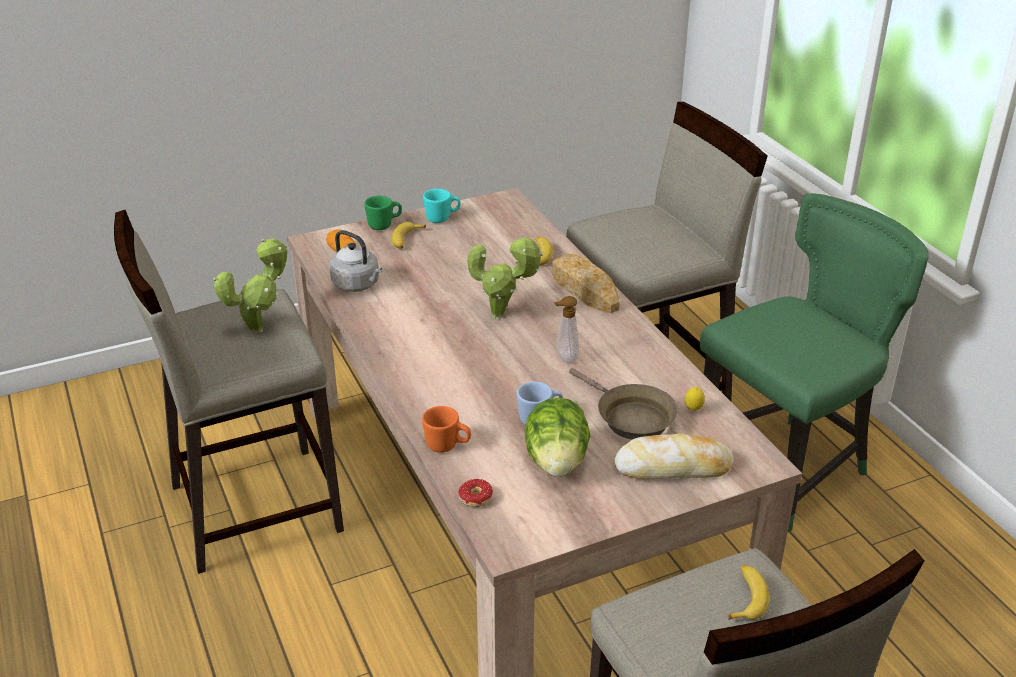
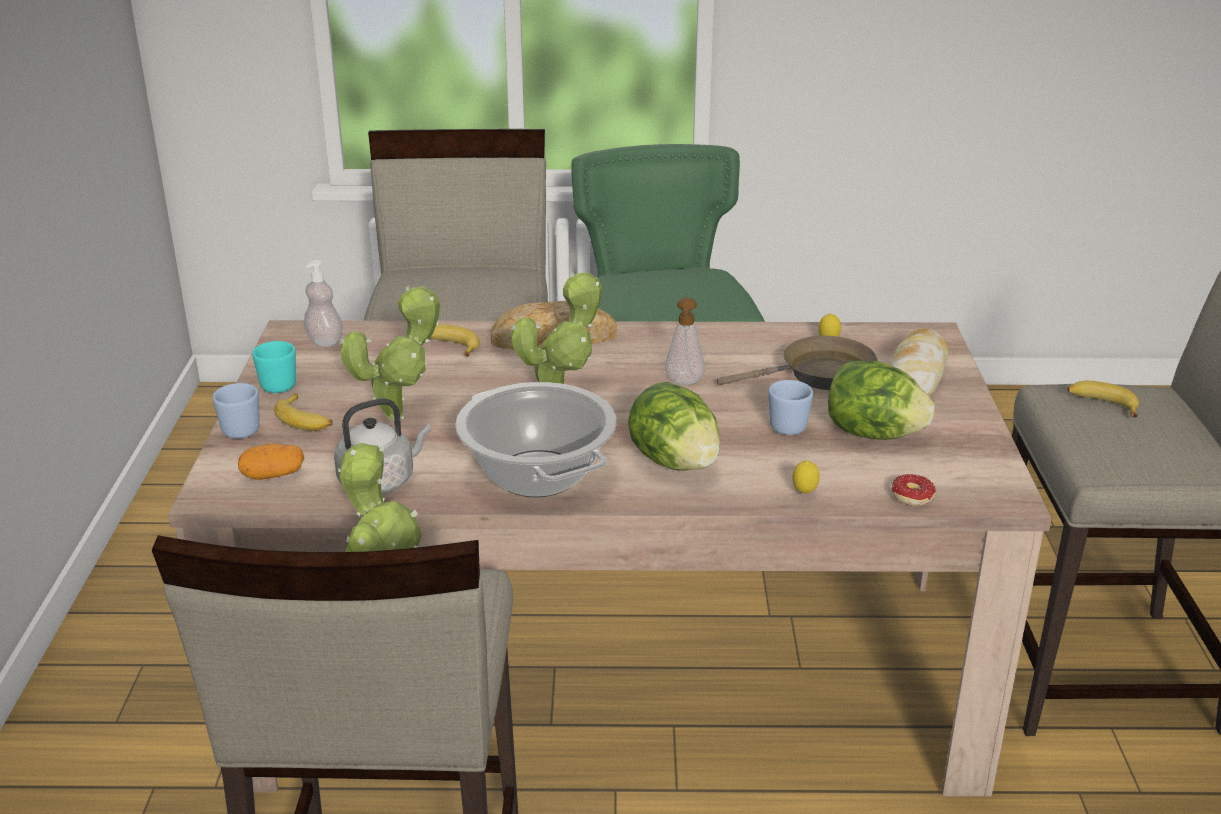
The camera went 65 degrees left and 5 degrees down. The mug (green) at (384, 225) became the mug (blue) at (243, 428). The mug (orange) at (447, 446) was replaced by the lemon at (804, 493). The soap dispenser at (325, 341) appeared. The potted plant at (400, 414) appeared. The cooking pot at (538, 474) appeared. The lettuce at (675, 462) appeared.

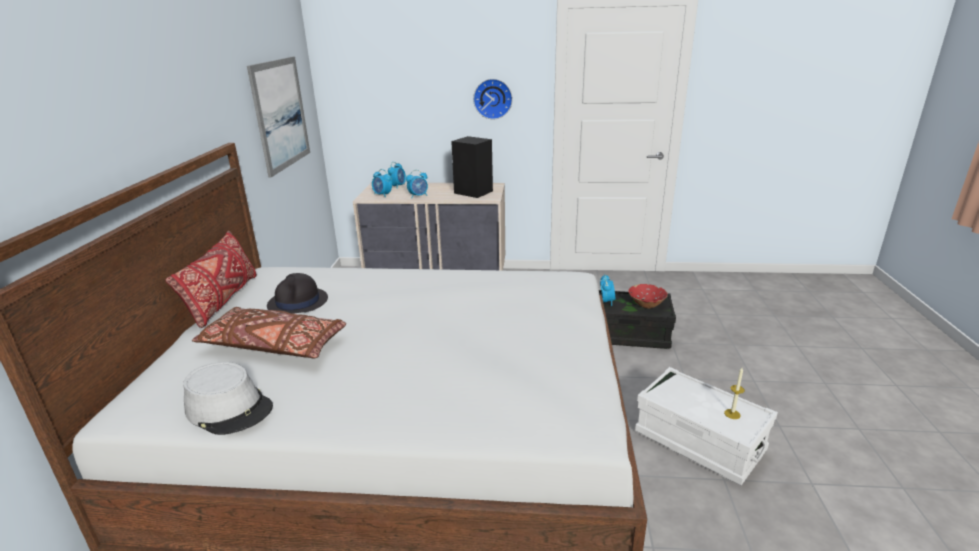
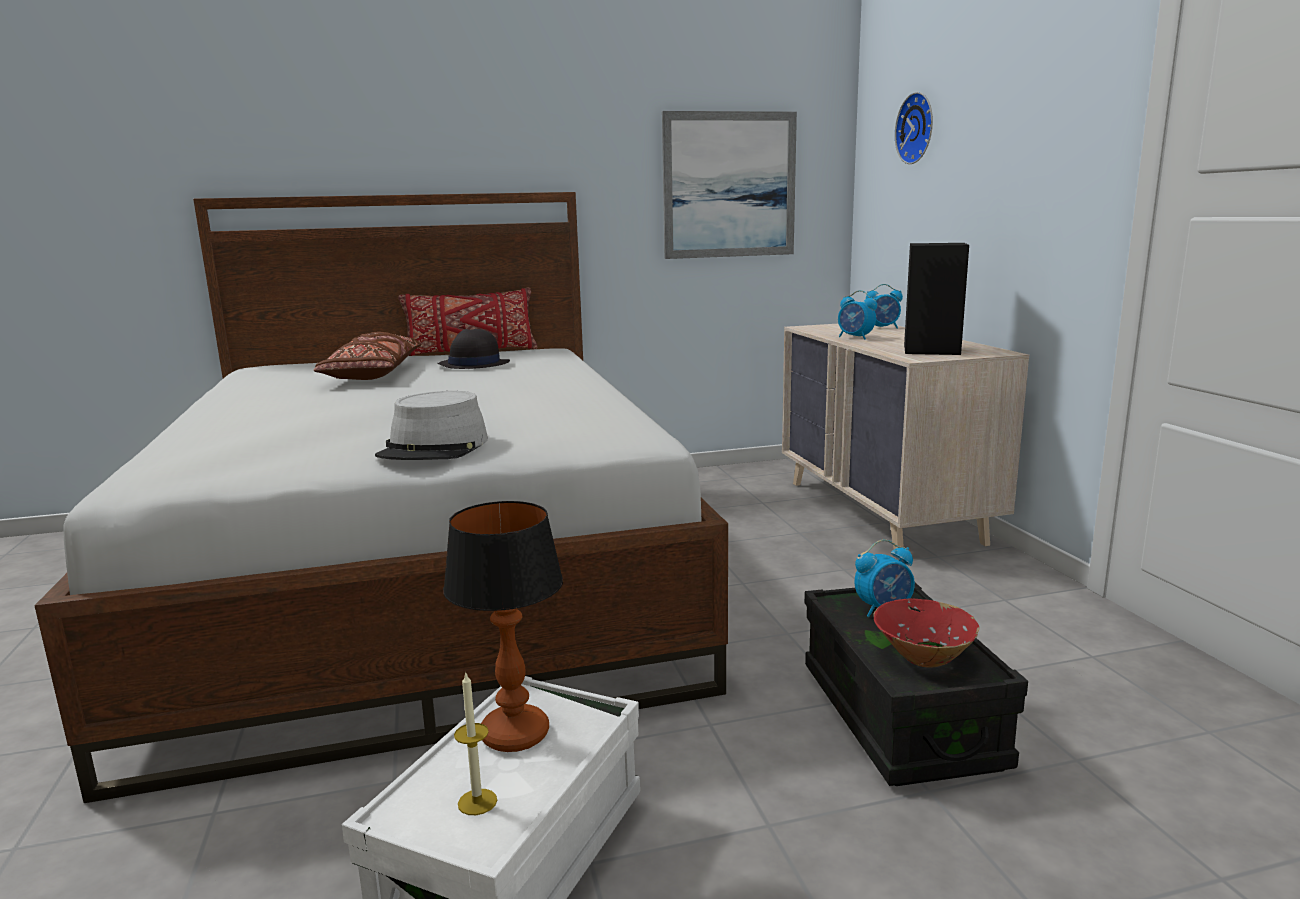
The camera went 70 degrees right and 10 degrees down. The hat (grey) moved from (229, 408) to (434, 448). The alarm clock at (382, 195) disappeared. The wall clock moved from (493, 98) to (918, 128). The table lamp at (516, 734) appeared.

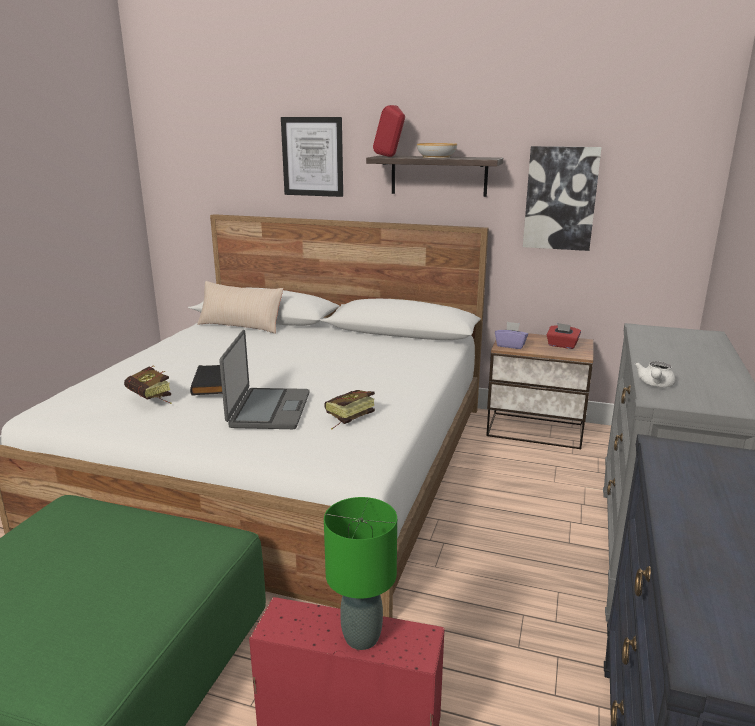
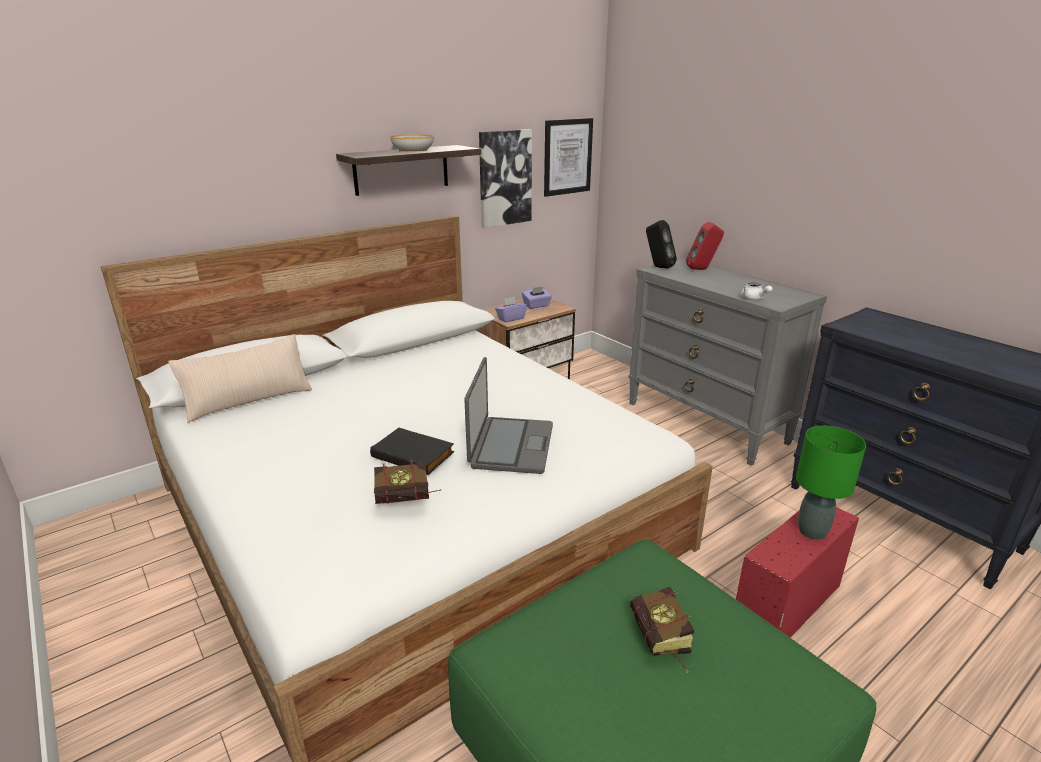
The camera went 55 degrees left and 5 degrees up. The laptop at (268, 410) turned 60 degrees clockwise. The picture moved from (312, 157) to (567, 157). The book moved from (346, 418) to (662, 643). The speaker (red) moved from (390, 156) to (702, 269). The tissue box (red) at (562, 345) became the tissue box (purple) at (536, 306). The speaker (black) at (658, 267) appeared.

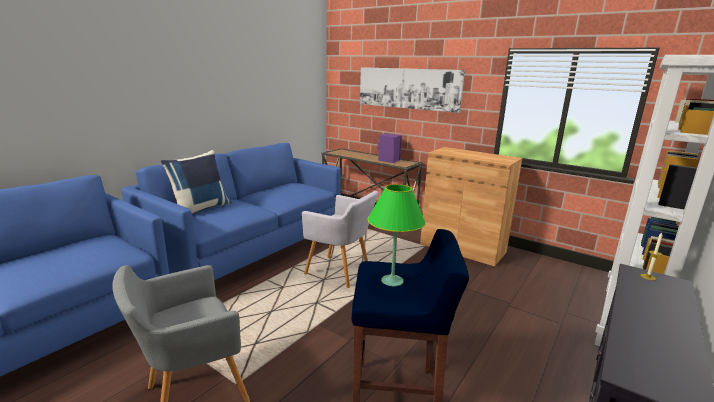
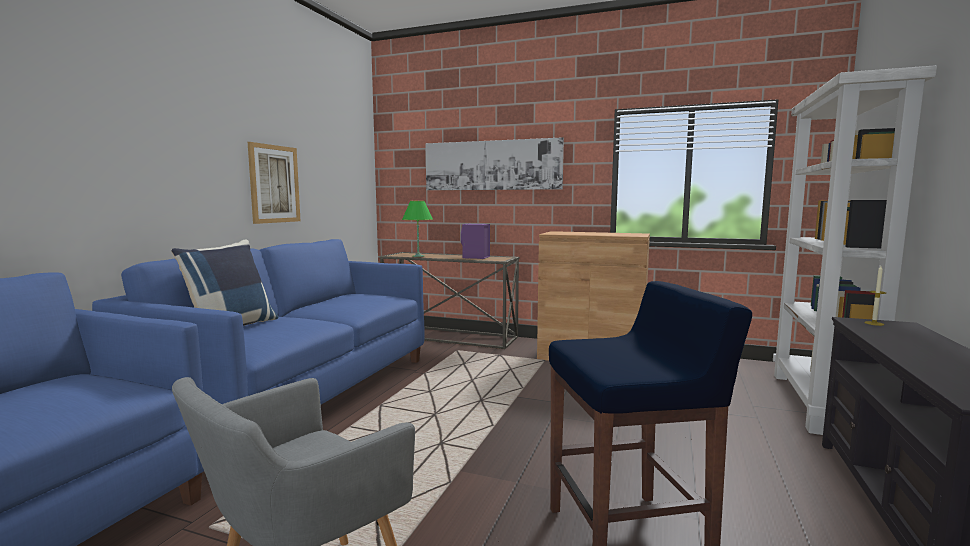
The camera went 15 degrees left and 10 degrees down. The armchair (grey) at (340, 273) disappeared. The table lamp (green) moved from (392, 281) to (418, 256). The picture at (274, 184) appeared.

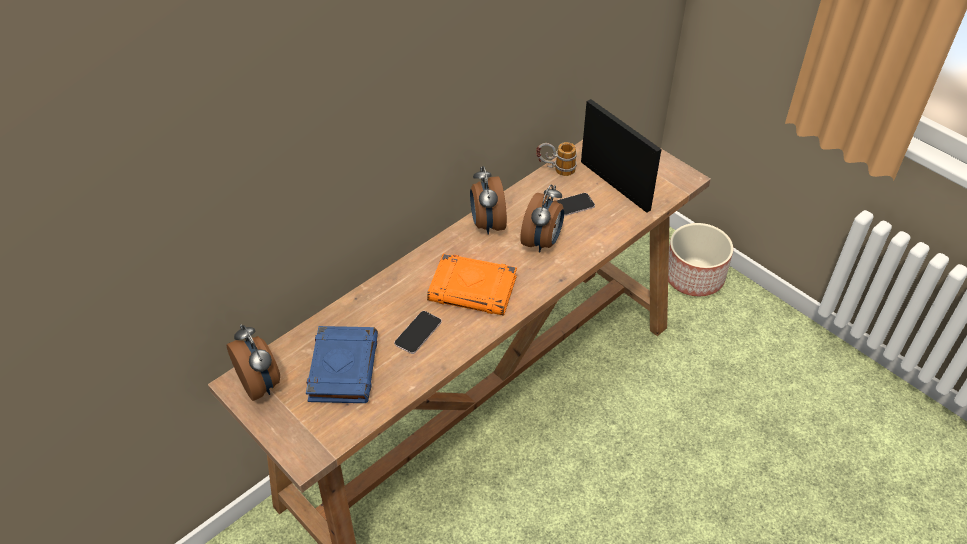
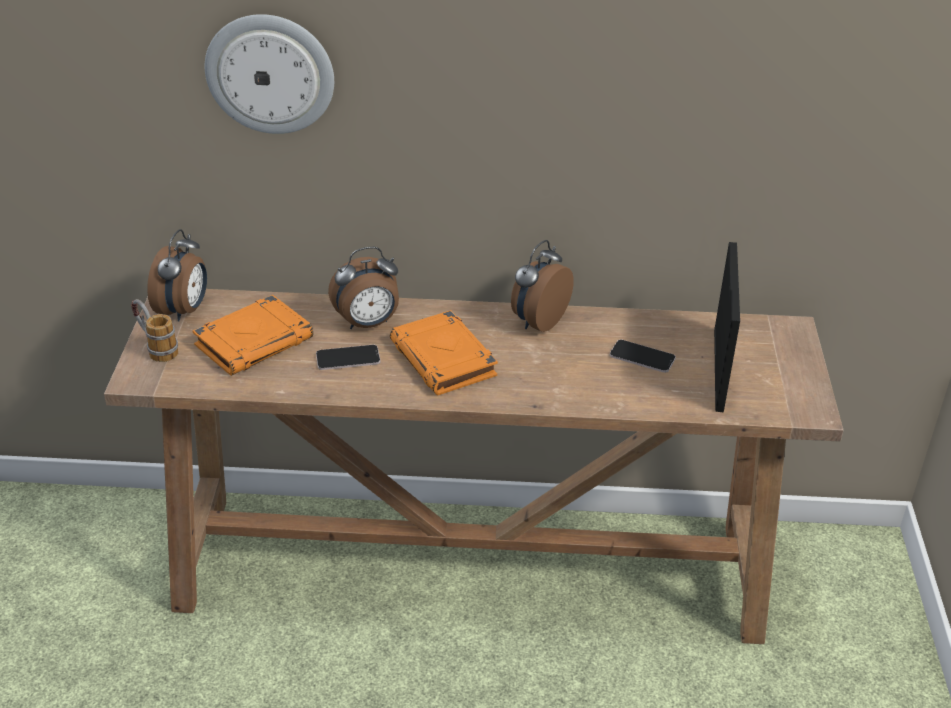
The camera went 45 degrees right and 10 degrees down. The book (blue) at (343, 367) became the book (orange) at (254, 341). The alarm clock moved from (542, 242) to (367, 324). The mug moved from (555, 170) to (155, 348). The planter at (694, 276) disappeared. The wall clock at (270, 73) appeared.

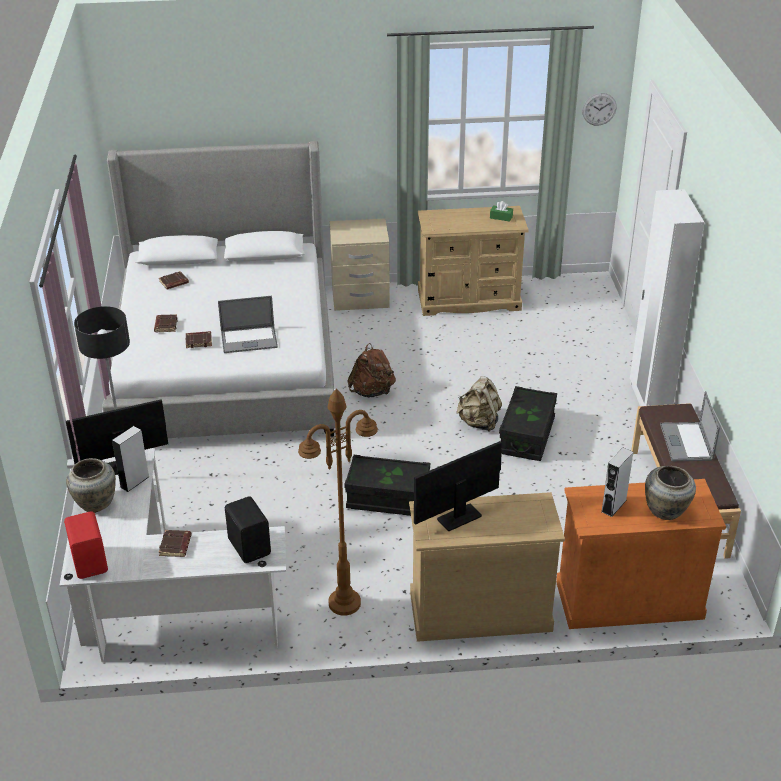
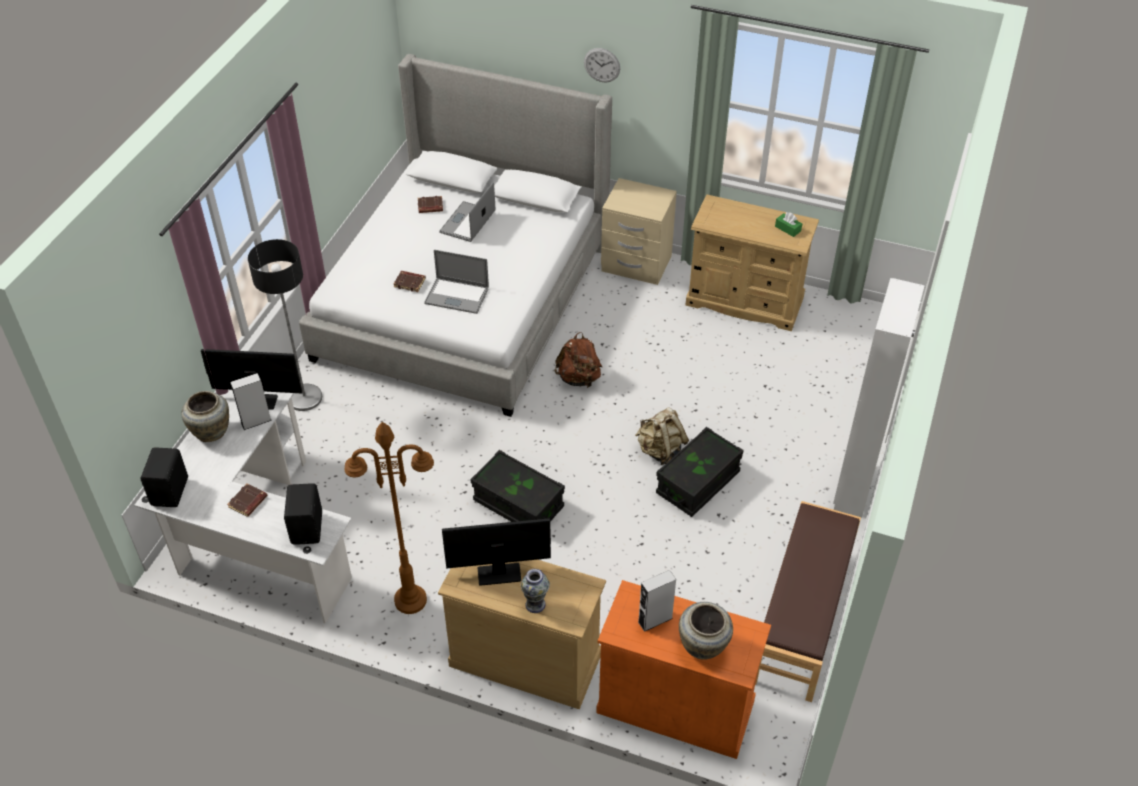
The camera went 25 degrees right and 10 degrees up. The speaker (red) at (91, 561) became the speaker (black) at (171, 491). The book (brown) at (165, 325) disappeared. The wall clock moved from (599, 109) to (602, 65). The laptop moved from (686, 442) to (467, 222). The vase at (535, 604) appeared.

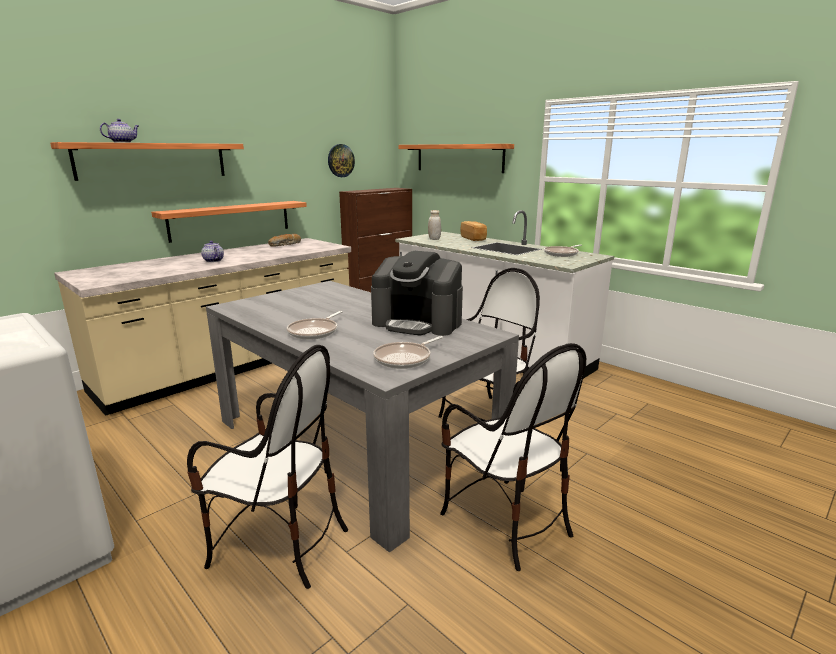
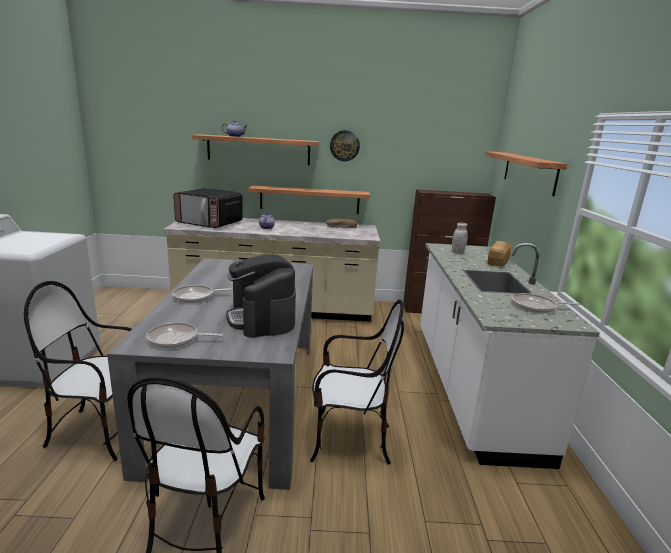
The camera went 45 degrees right and 0 degrees up. The chair at (279, 545) turned 120 degrees clockwise. The wall clock moved from (340, 160) to (344, 145). The microwave at (210, 223) appeared.

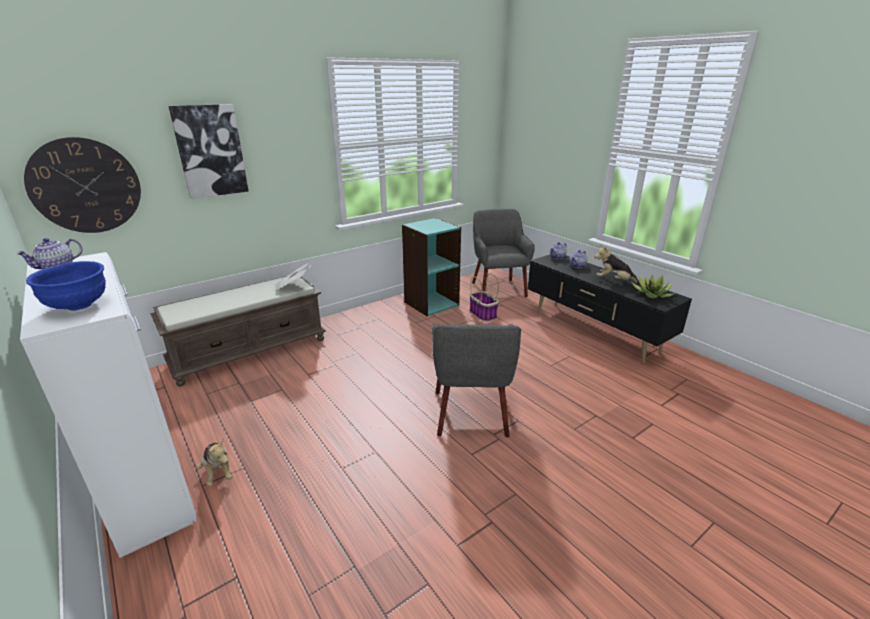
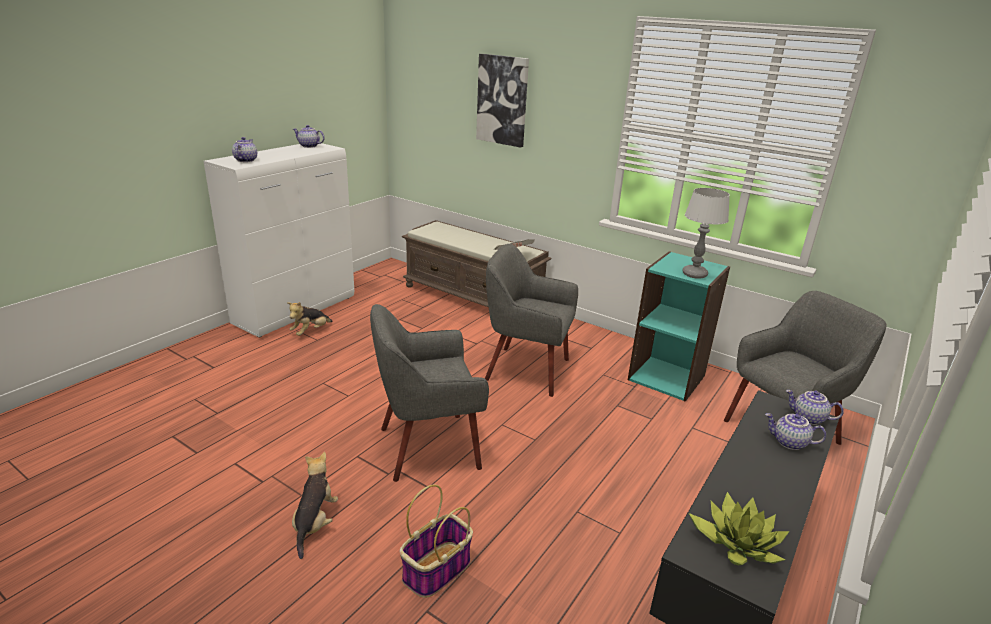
The camera went 70 degrees right and 0 degrees up. The wall clock at (85, 186) disappeared. The bowl (blue) at (78, 307) was replaced by the teapot at (245, 160). The basket moved from (483, 314) to (436, 571). The plush toy moved from (614, 281) to (315, 523). The armchair (grey) at (526, 369) appeared. The table lamp at (695, 274) appeared.

